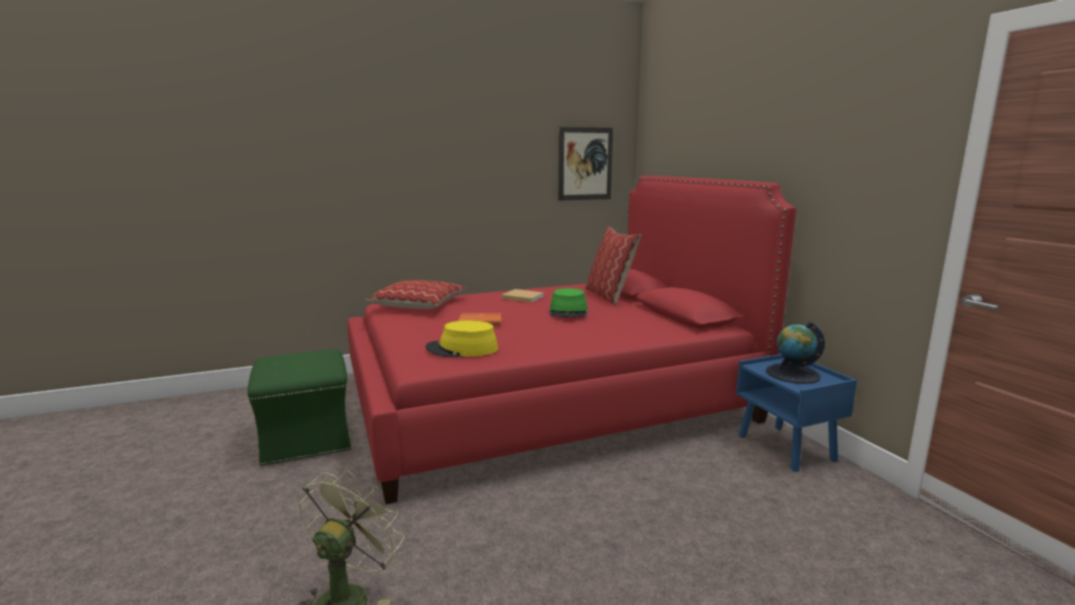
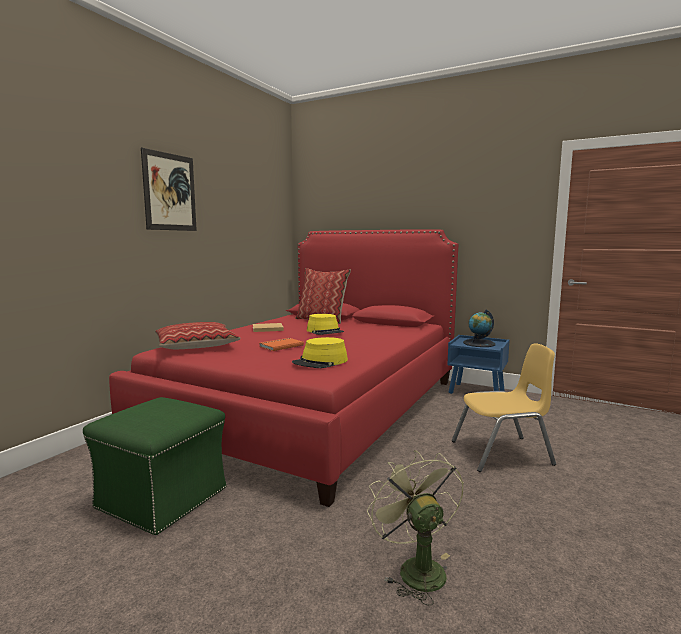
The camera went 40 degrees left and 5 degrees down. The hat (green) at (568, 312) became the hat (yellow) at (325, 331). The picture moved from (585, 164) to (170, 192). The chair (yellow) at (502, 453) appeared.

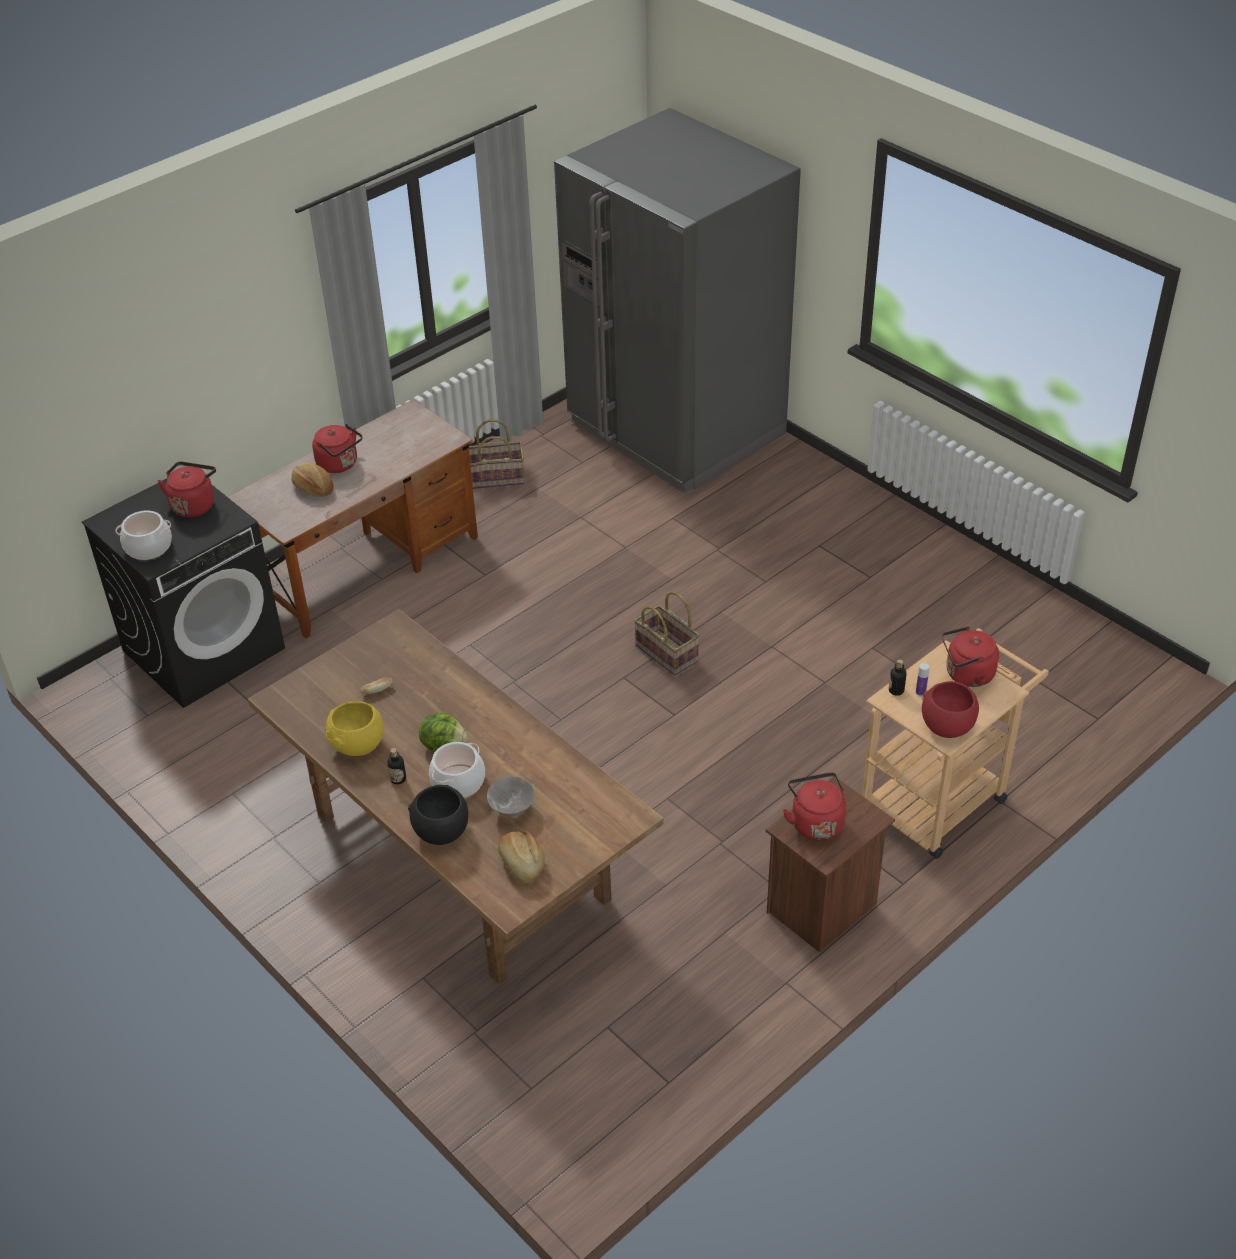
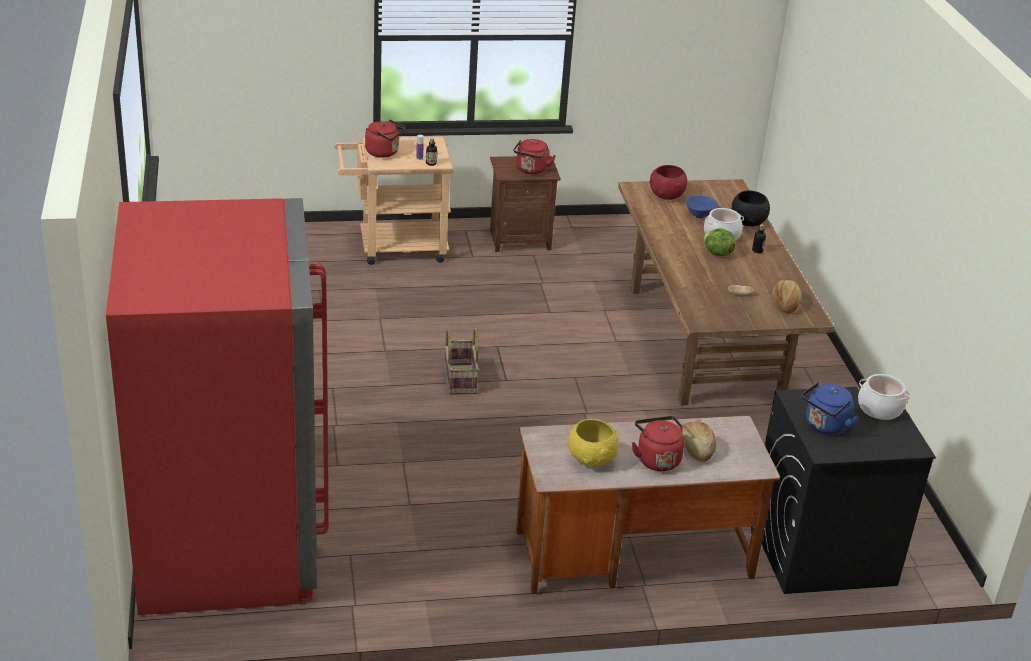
The camera went 150 degrees left and 10 degrees down. The kettle (red) at (194, 505) became the kettle (blue) at (825, 426). The bowl (yellow) moved from (357, 745) to (592, 459). The basket at (497, 477) disappeared. The bowl (grey) at (511, 809) became the bowl (blue) at (699, 215). The bread moved from (521, 864) to (785, 304). The fridge (grey) at (676, 429) became the fridge (red) at (228, 542). The bowl (red) moved from (946, 725) to (666, 196).

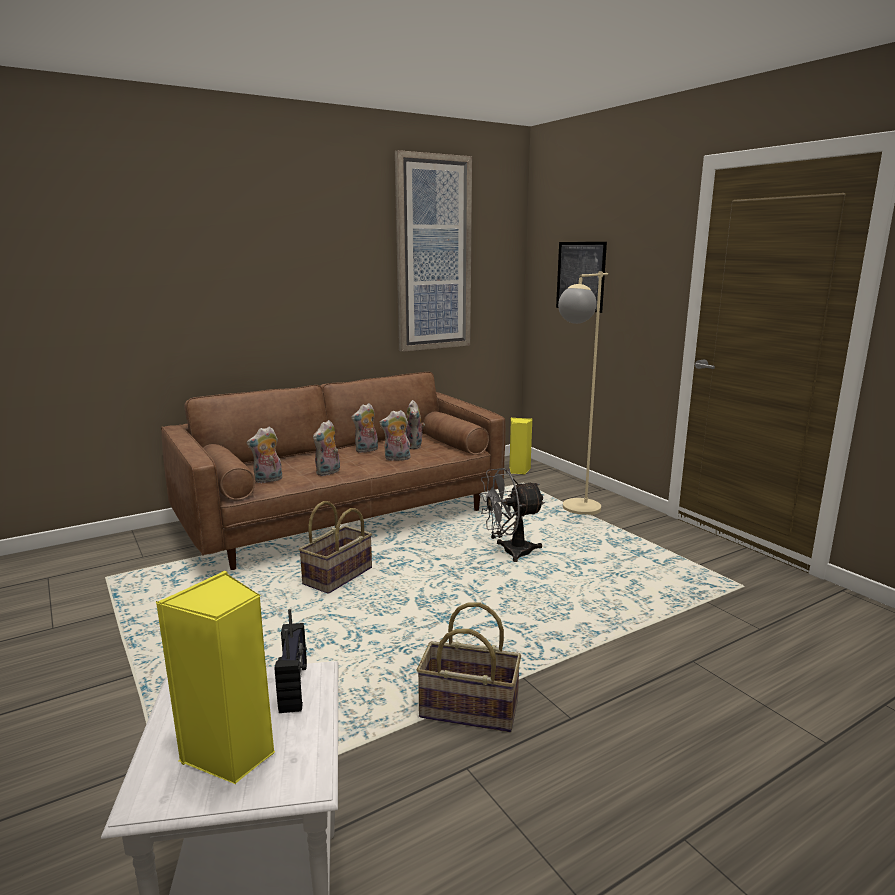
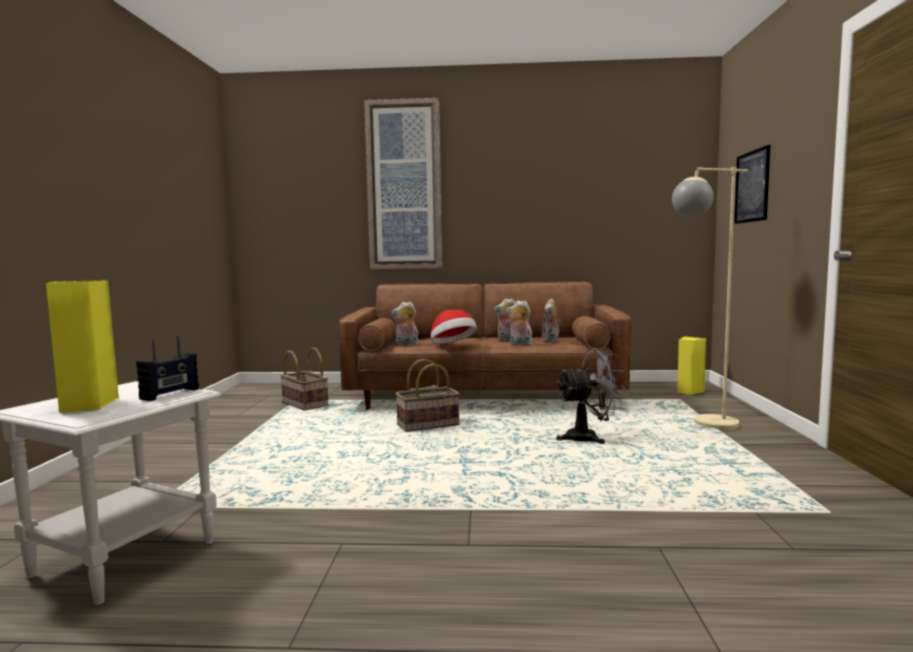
The camera went 35 degrees right and 10 degrees down. The plush toy at (328, 473) was replaced by the hat at (452, 345). The picture moved from (433, 254) to (404, 186). The basket moved from (468, 710) to (304, 404). The fan (grey) at (509, 552) turned 150 degrees clockwise.

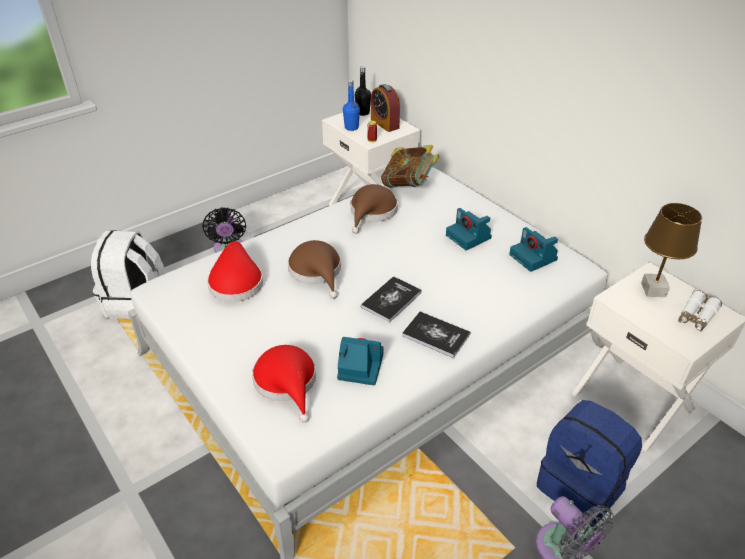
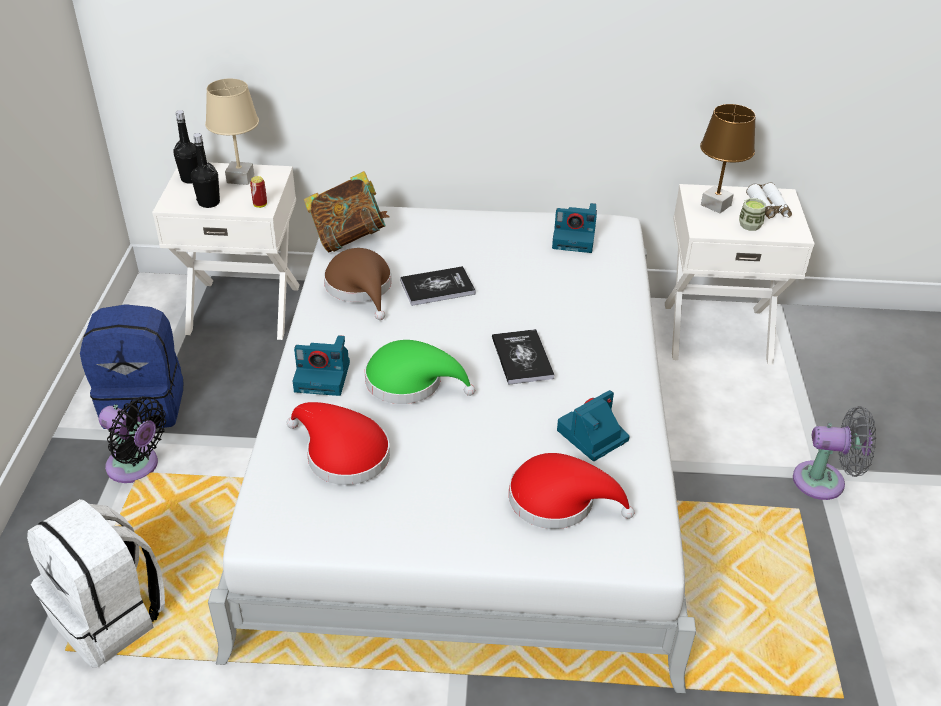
The camera went 50 degrees left and 0 degrees up. The hat (brown) at (317, 271) became the hat (green) at (410, 382). The bottle (blue) at (351, 127) became the bottle (black) at (209, 202). The alarm clock at (384, 123) was replaced by the table lamp (beige) at (241, 178). The book moved from (436, 335) to (437, 287). The photo camera moved from (469, 237) to (324, 376). The backpack (blue) moved from (581, 486) to (145, 404). The cup at (750, 225) appeared.

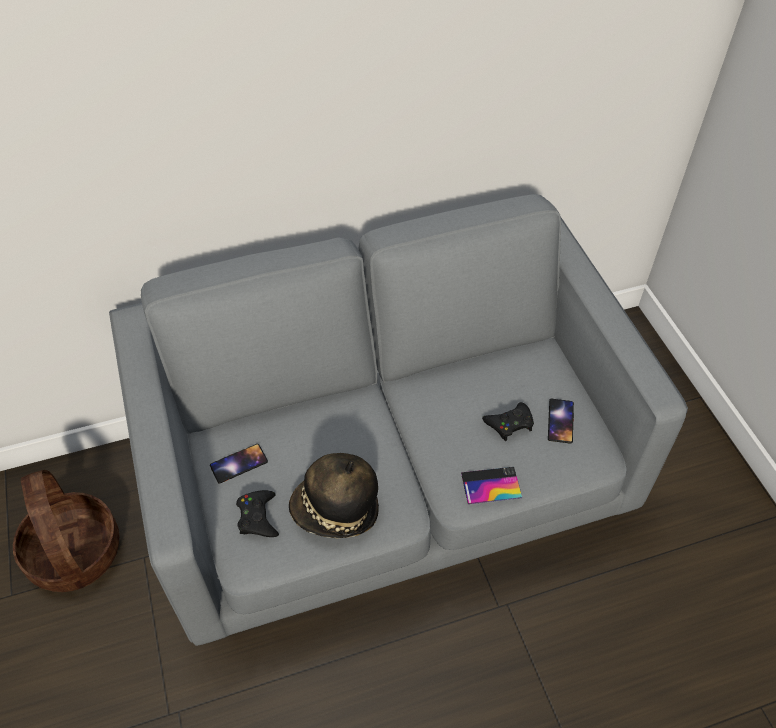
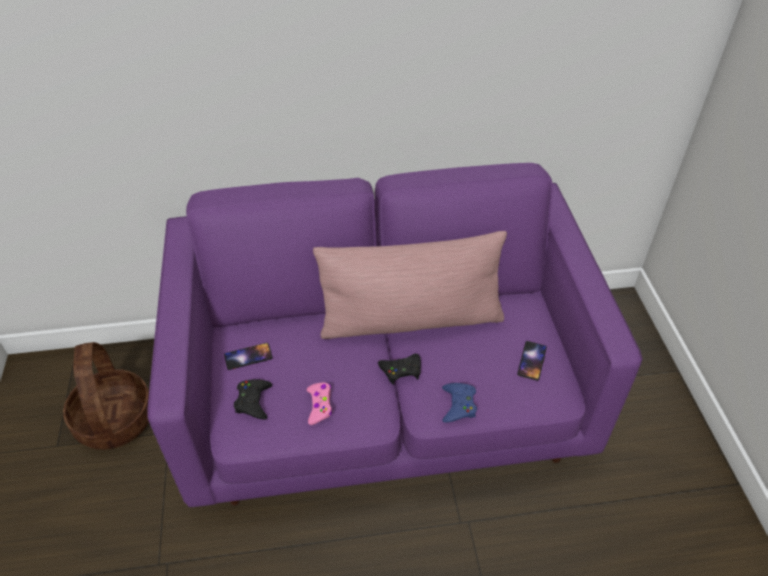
The camera went 10 degrees right and 5 degrees down. The sofa (grey) at (389, 485) became the sofa (purple) at (385, 405). The hat at (335, 510) was replaced by the game controller (pink) at (320, 405). The phone at (491, 485) was replaced by the game controller (blue) at (458, 405). The game controller (black) moved from (509, 423) to (401, 370). The pillow (pink) at (411, 320) appeared.

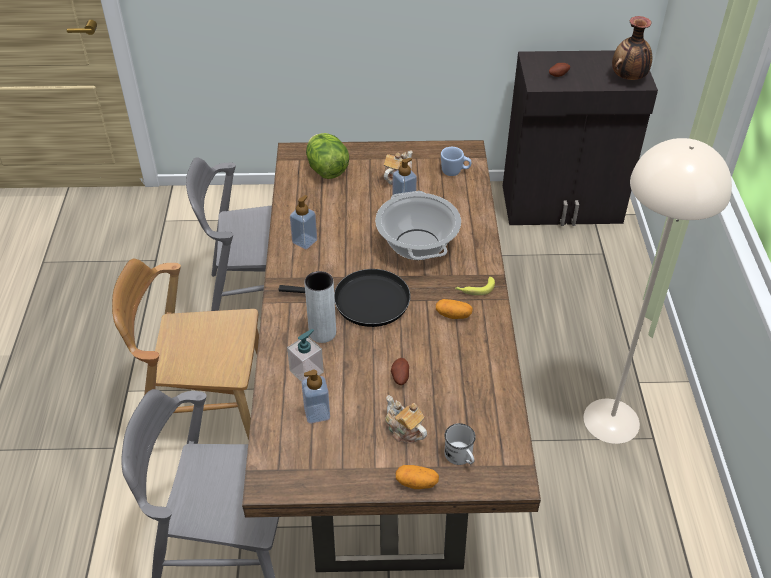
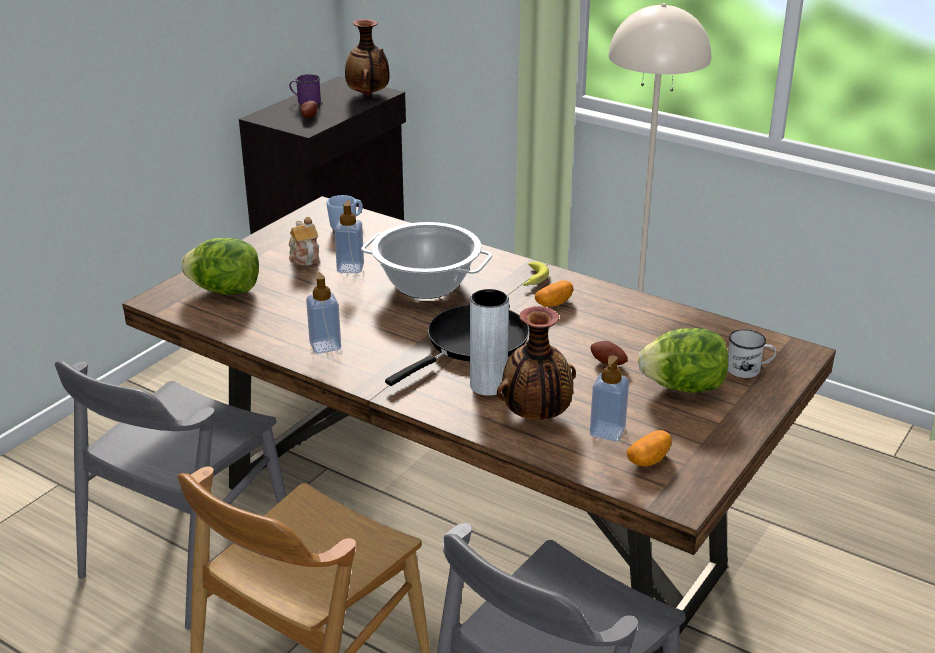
The camera went 55 degrees left and 15 degrees down. The soap dispenser at (306, 371) was replaced by the vase at (536, 416). The teapot at (404, 430) was replaced by the lettuce at (683, 387). The potato moved from (416, 482) to (649, 460). The mug (purple) at (305, 101) appeared.

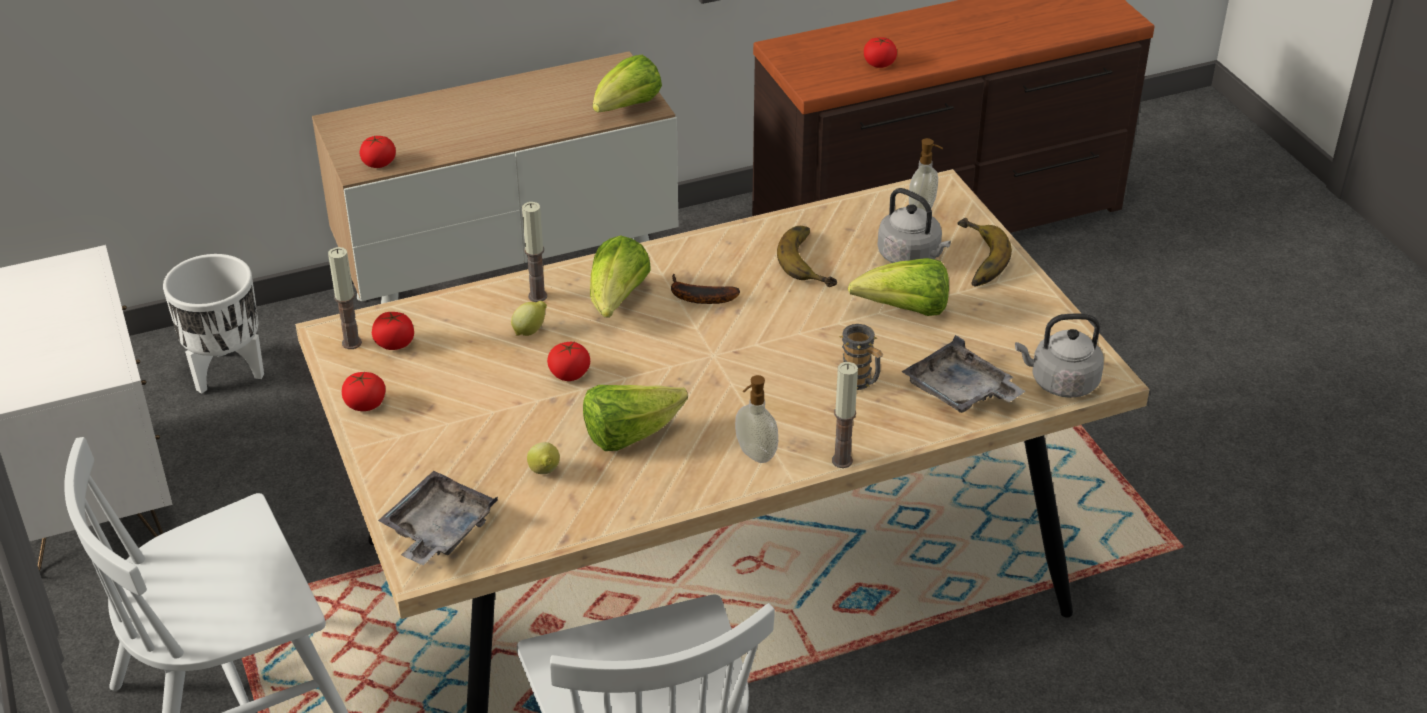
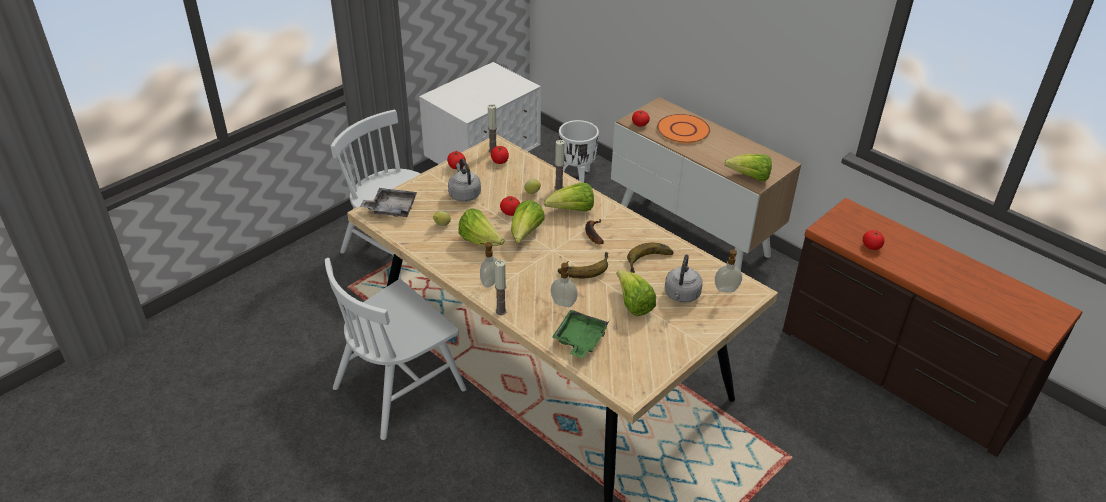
The camera went 65 degrees right and 0 degrees up. The mug at (860, 382) was replaced by the soap dispenser at (563, 303). The tray (grey) at (960, 392) became the tray (green) at (579, 340). The banana moved from (973, 258) to (583, 267). The kettle (grey) moved from (1060, 382) to (464, 194). The lettuce at (525, 234) appeared. The plate (orange) at (682, 130) appeared.

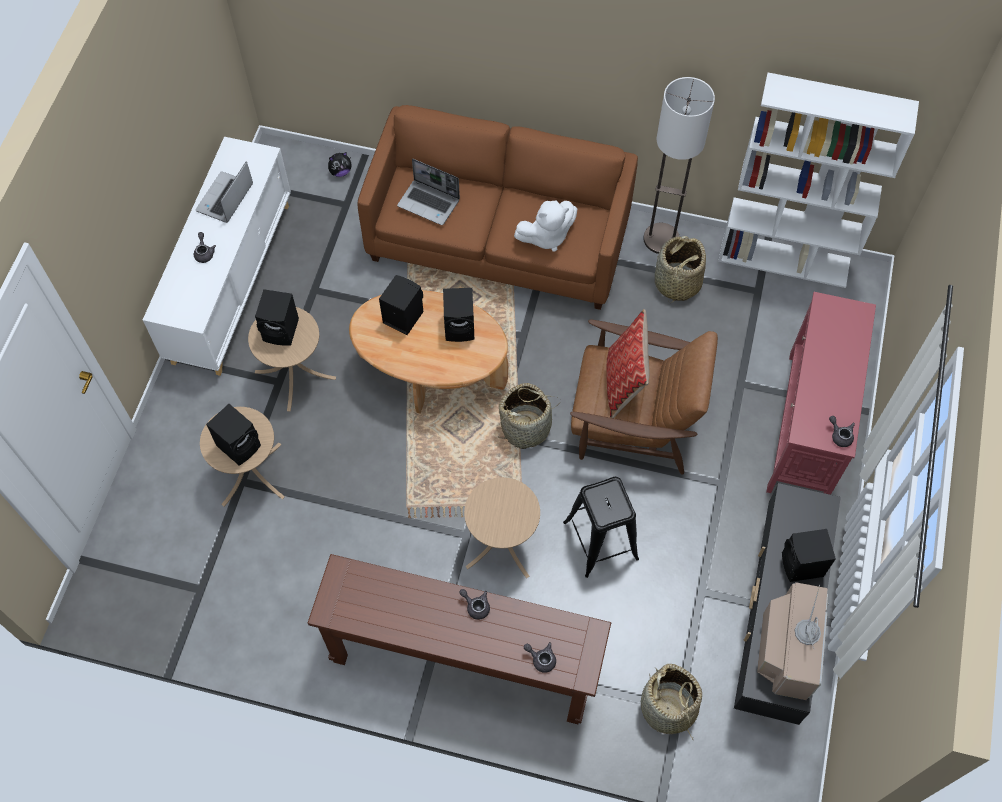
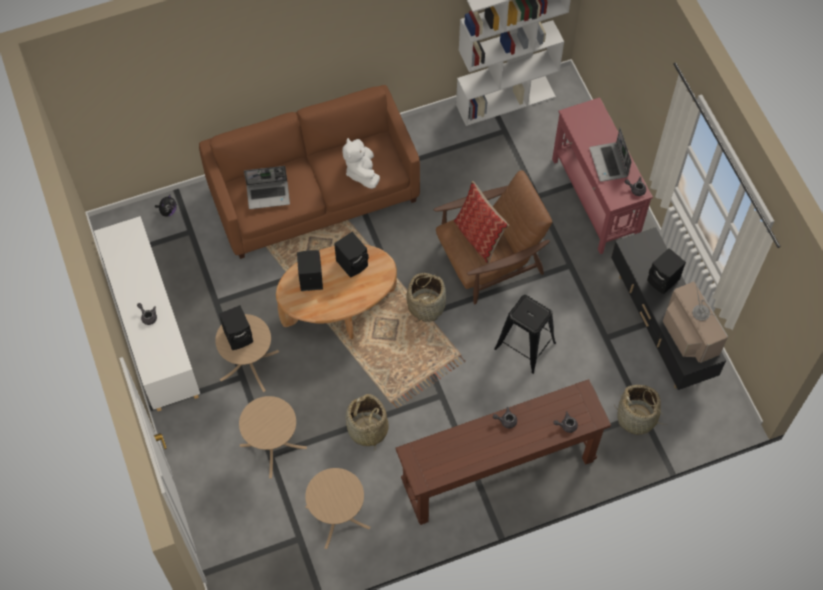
The camera went 35 degrees left and 0 degrees up. The laptop moved from (225, 199) to (609, 163). The speaker (black) at (240, 445) disappeared. The side table (beige) moved from (502, 543) to (337, 517). The plush toy (white) at (546, 236) turned 135 degrees clockwise. The floor lamp at (661, 239) disappeared. The basket moved from (676, 283) to (367, 429).

